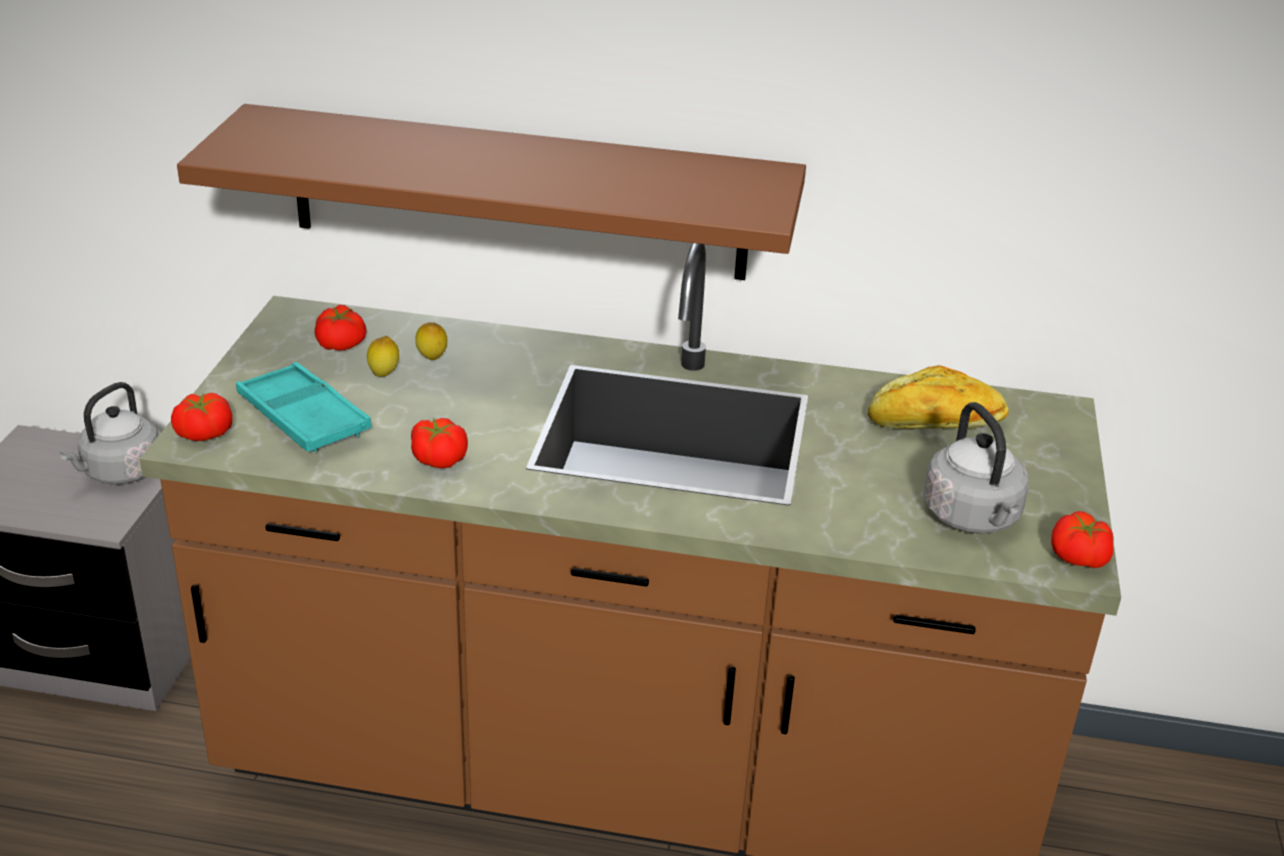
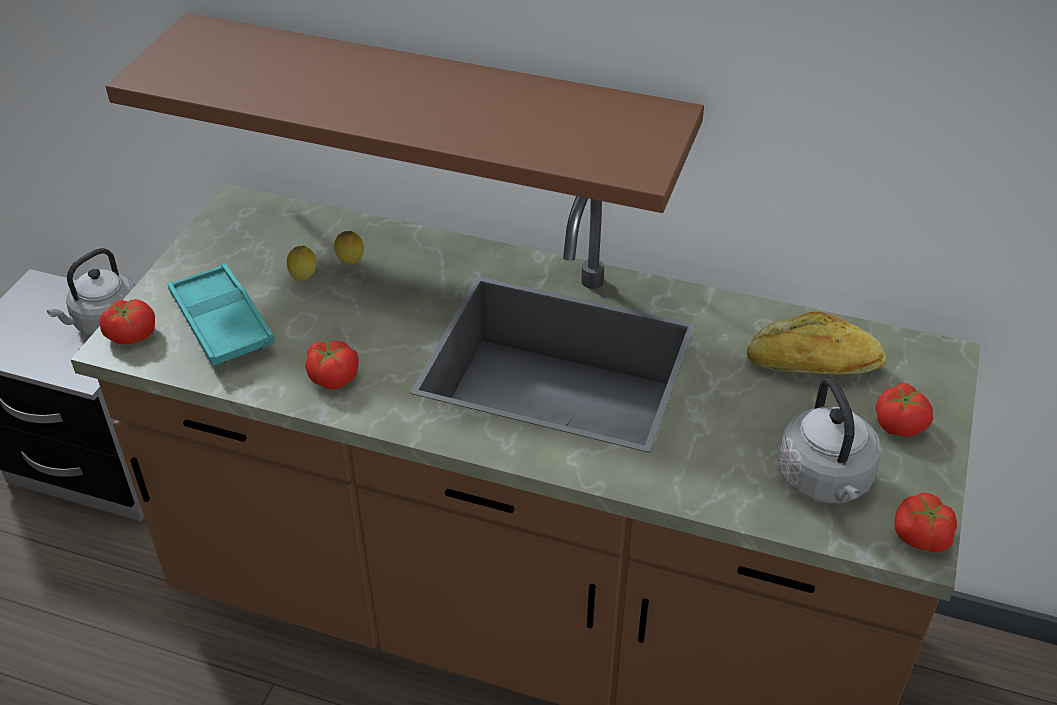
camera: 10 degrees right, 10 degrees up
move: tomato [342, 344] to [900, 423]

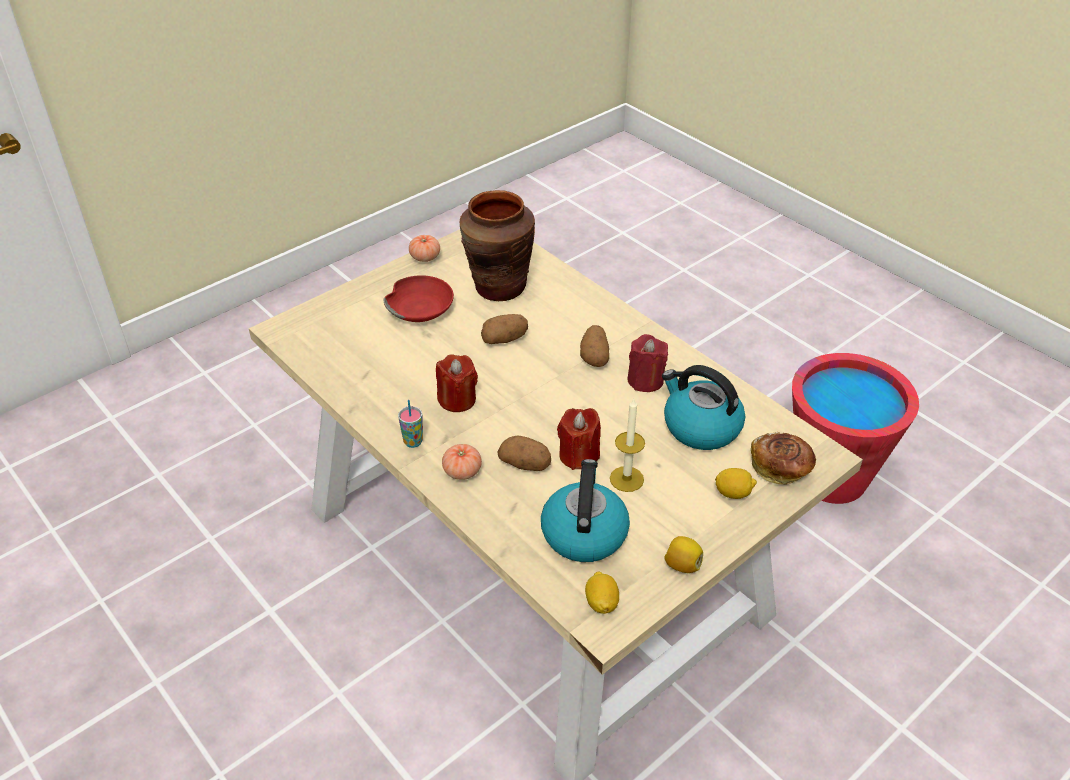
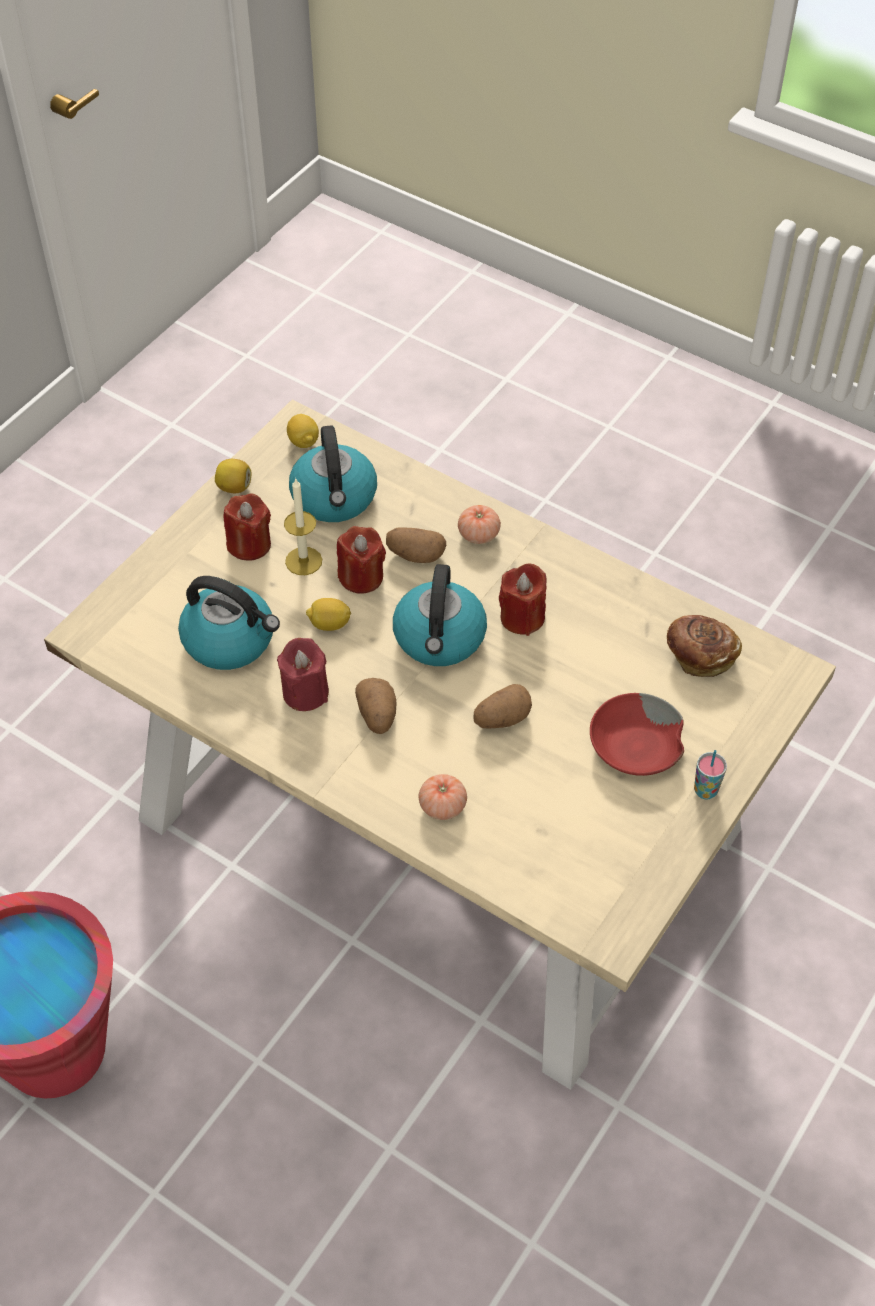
camera: 165 degrees right, 10 degrees up
delete: decorative vase/brownish [499, 287]
insert: candle/red-coloured [249, 544]; kettle [440, 638]
move: drinking cup [413, 442] to [705, 791]; tomato [425, 257] to [442, 806]; citrus fruit [733, 493] to [329, 624]; bread [780, 469] to [699, 655]

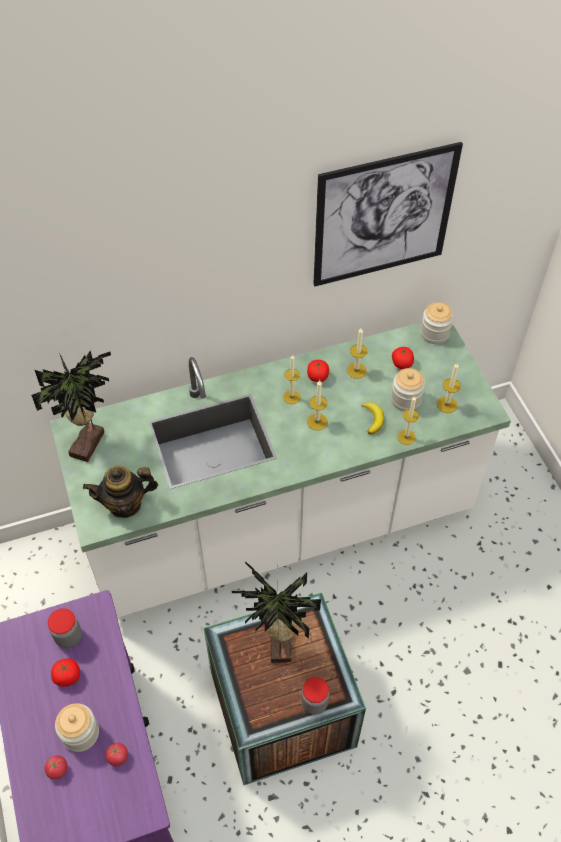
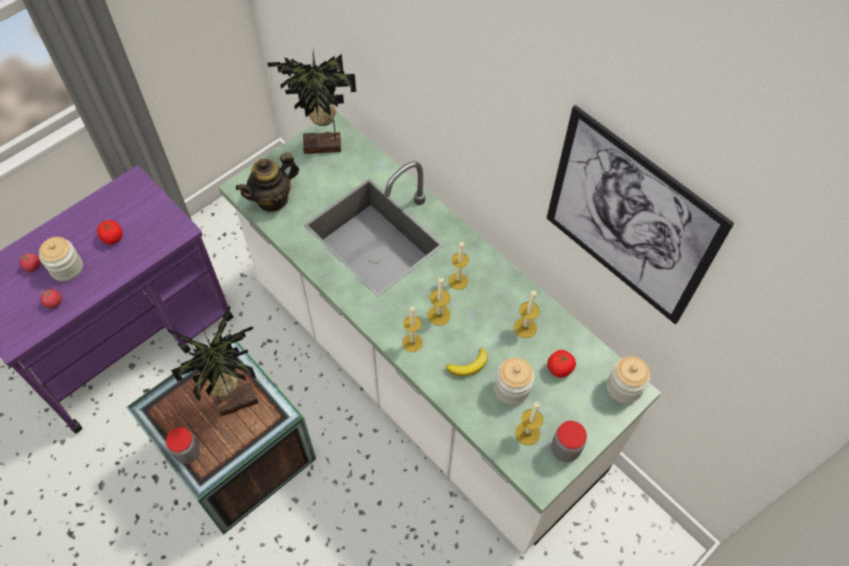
camera: 65 degrees right, 5 degrees up
delete: tomato [317, 377]
move: jar [69, 637] to [565, 449]; candle [406, 437] to [412, 343]
rotate: teapot [125, 504] = [273, 199] 90 degrees counterclockwise

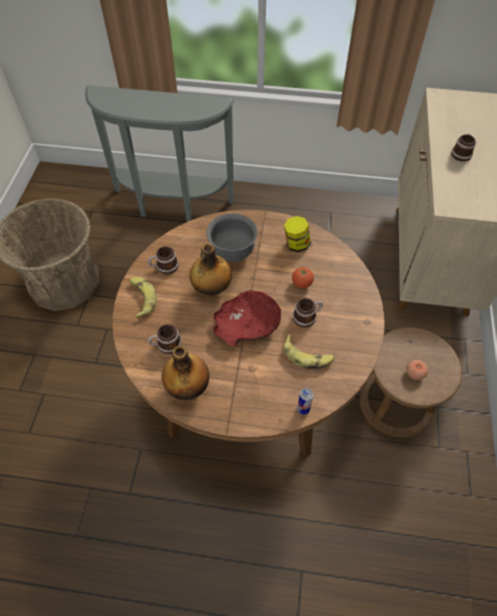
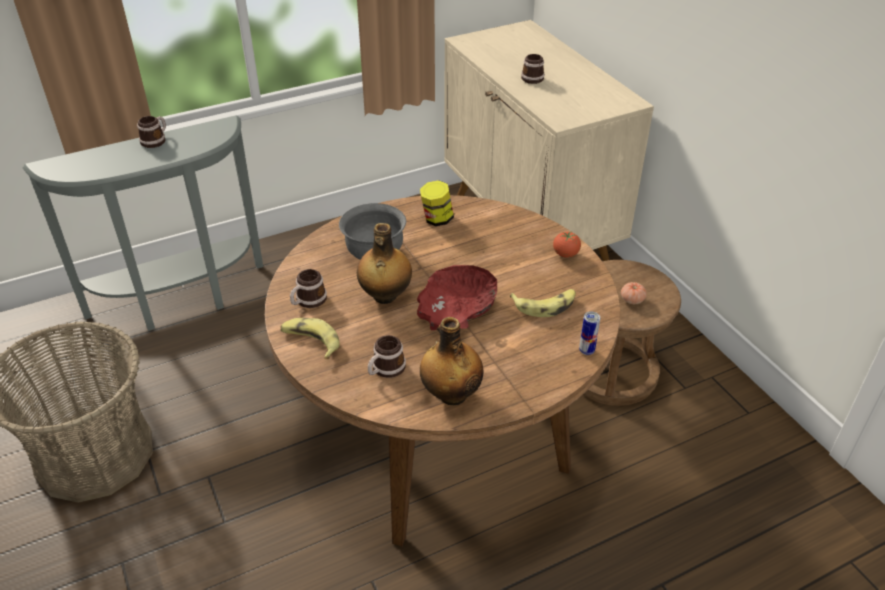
camera: 35 degrees left, 15 degrees down
move: tomato [302, 283] to [565, 254]; tea mug [307, 316] to [156, 140]

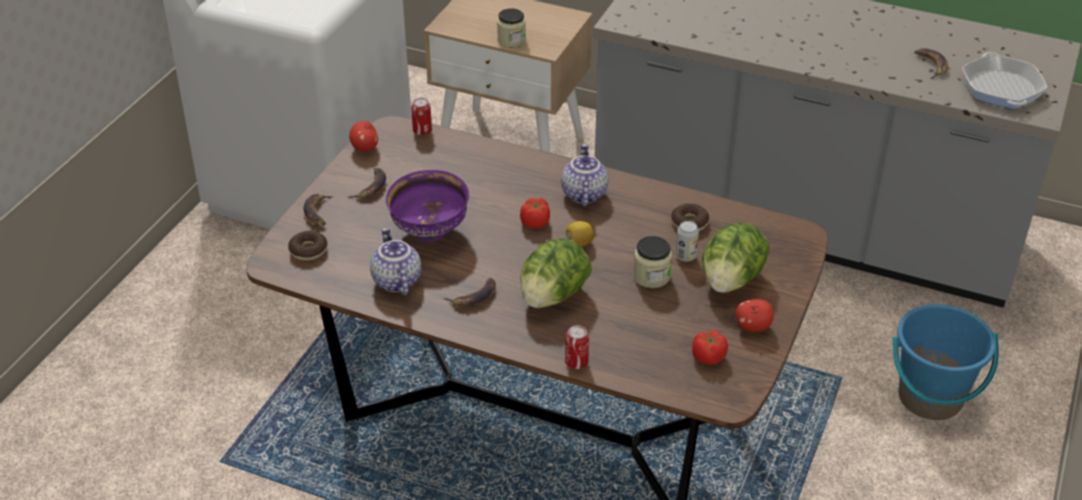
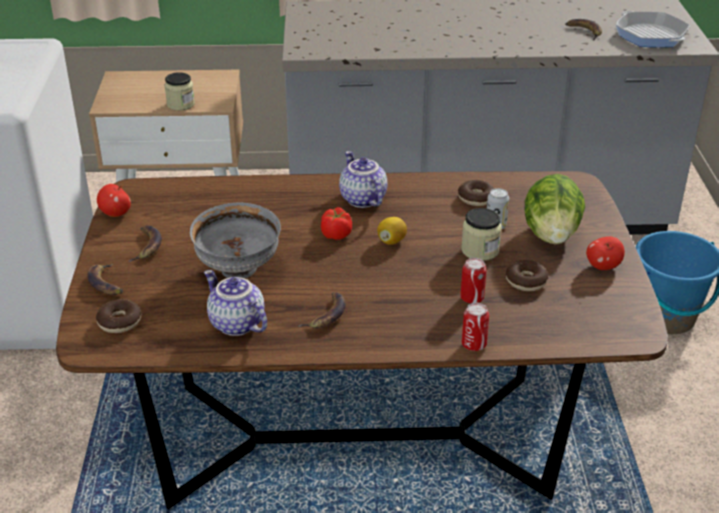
camera: 25 degrees left, 5 degrees down
delete: head of lettuce [553, 296]; tomato [708, 357]
insert: ring doughnut [526, 281]
move: sealed can [422, 131] to [472, 298]
recolor: bowl/purple [431, 232] to bowl/grey [239, 270]

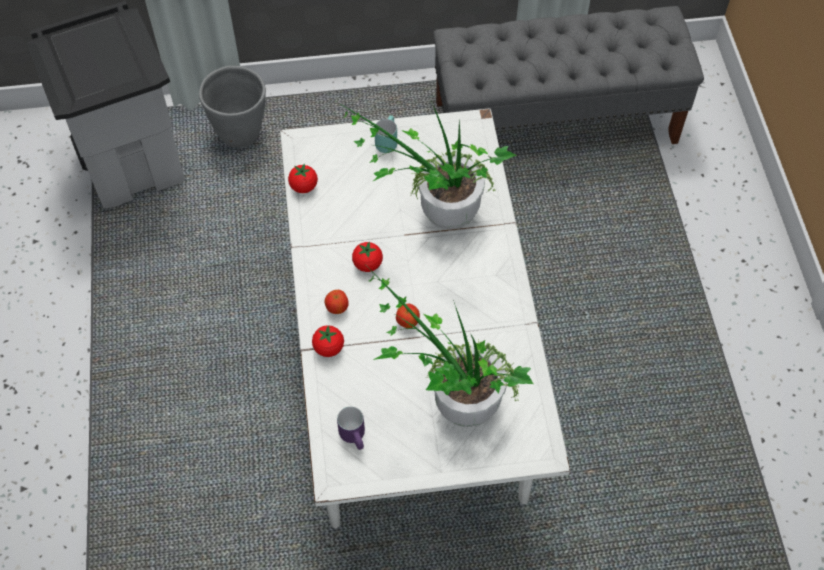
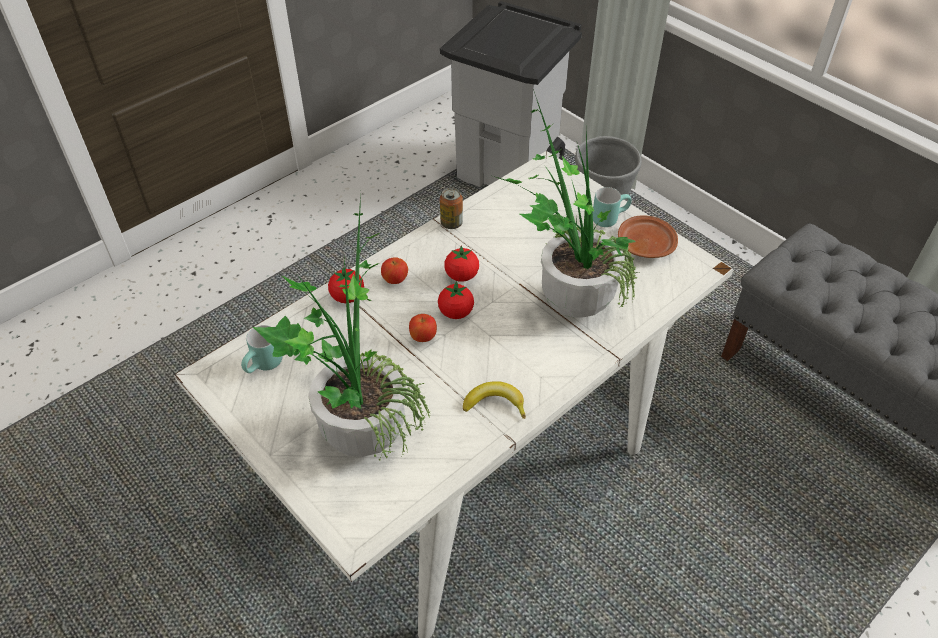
camera: 55 degrees right, 10 degrees down
insert: sealed can [451, 223]; banana fruit [495, 404]; dinner plate/brownish [645, 245]
move: tomato [304, 187] to [456, 312]
recolor: tea mug/purple [356, 437] to tea mug/turquoise [265, 366]

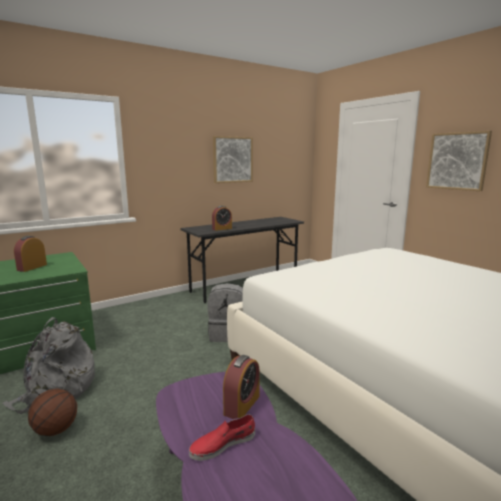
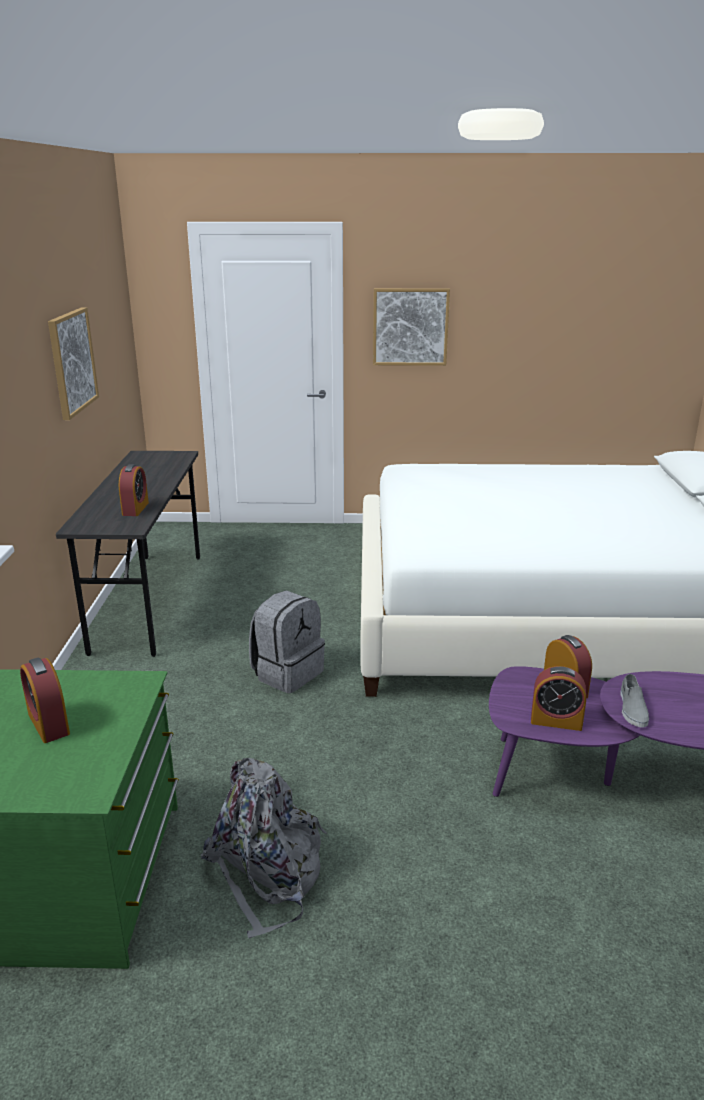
camera: 55 degrees left, 10 degrees up
delete: basketball [55, 430]
insert: bedside clock [556, 721]
recolor: item of footwear/red-coloured [222, 444] to item of footwear/grey [632, 708]

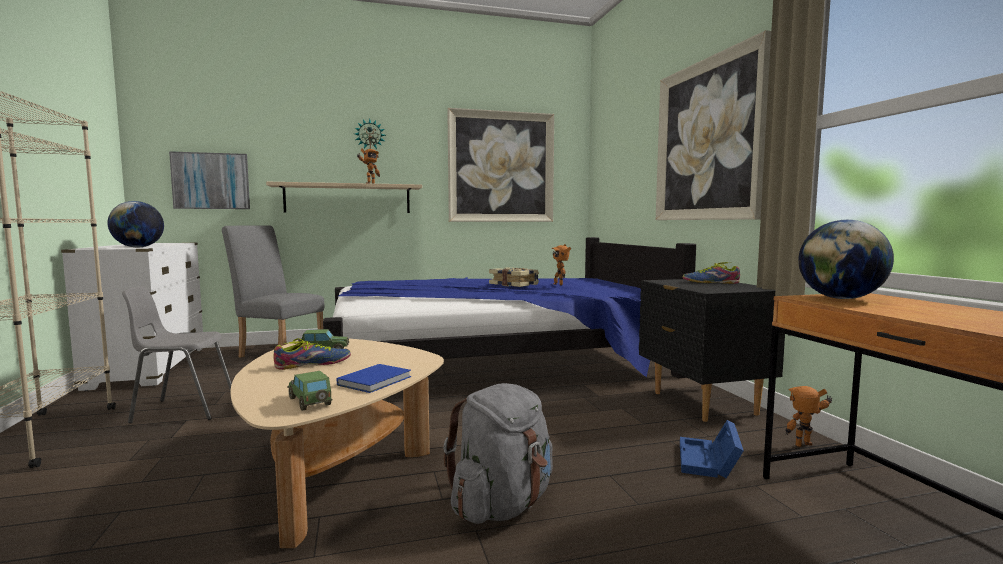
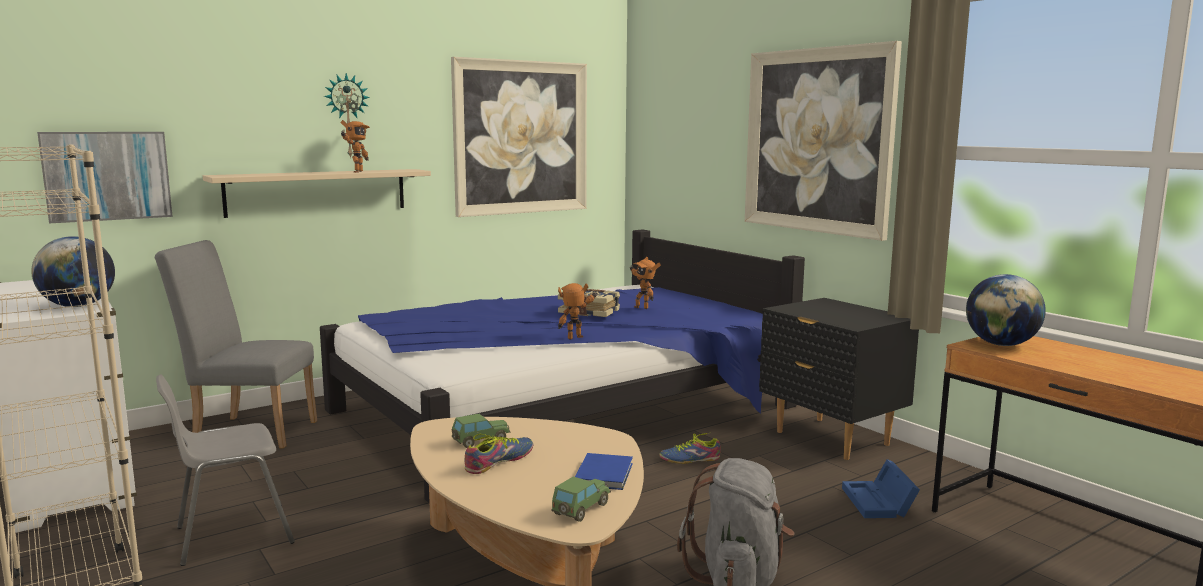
camera: 20 degrees left, 5 degrees up
move: item of footwear [711, 282] to [690, 459]; model robot [806, 446] to [577, 338]
rotate: miniature car [309, 402] = [581, 509] 90 degrees clockwise

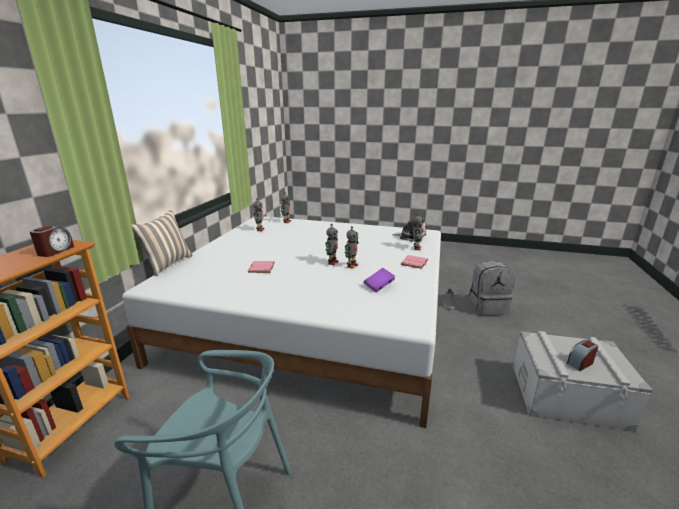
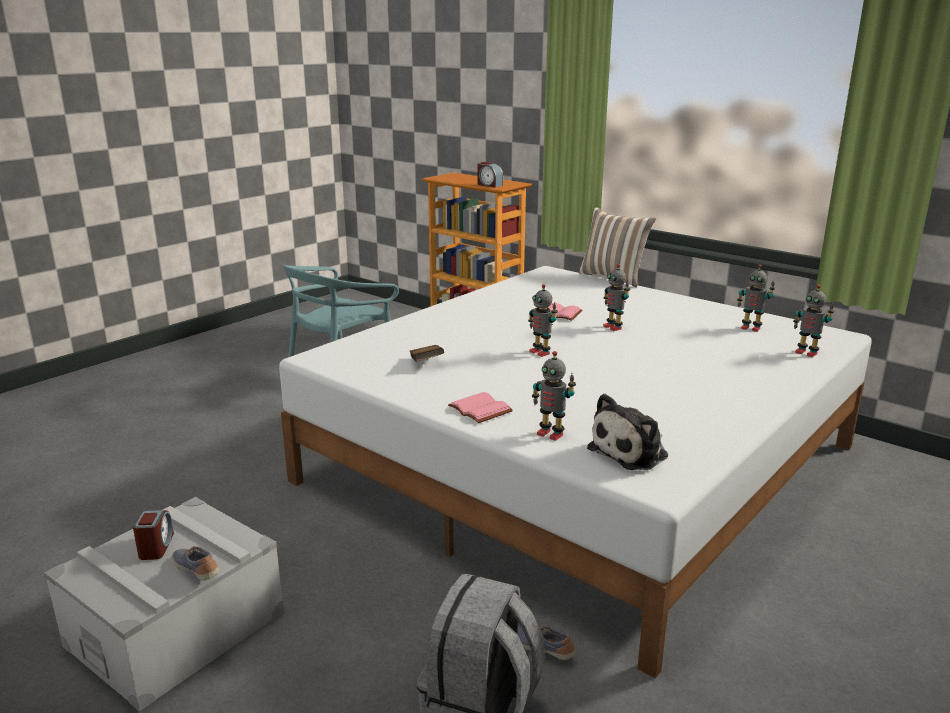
camera: 115 degrees right, 0 degrees up
insert: item of footwear [197, 570]
move: model robot [351, 266] to [613, 327]
recolor: bound book/purple [379, 286] to bound book/brownish [426, 363]

